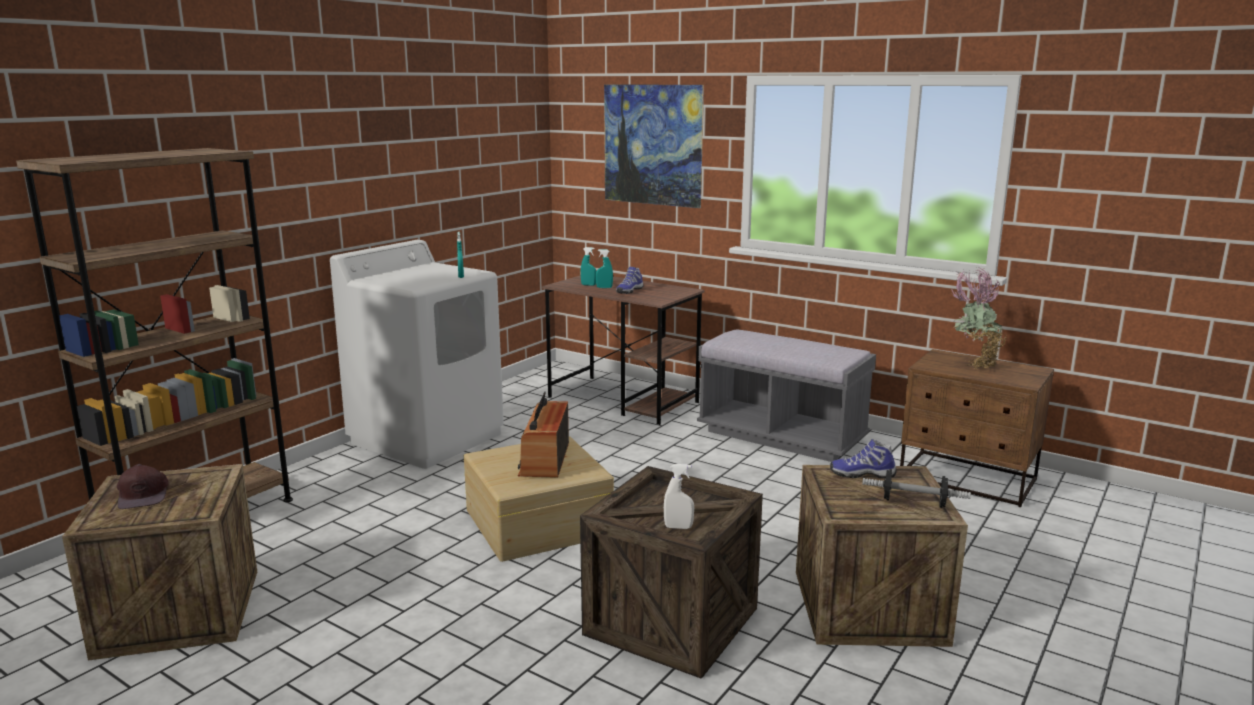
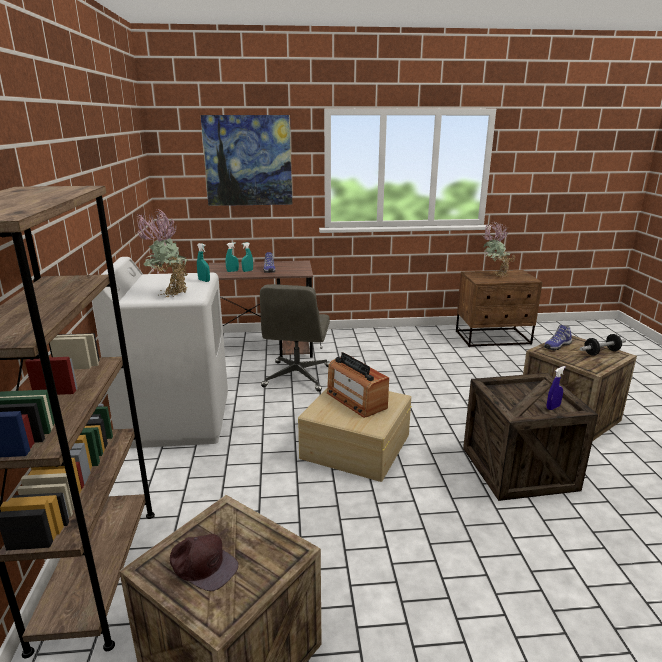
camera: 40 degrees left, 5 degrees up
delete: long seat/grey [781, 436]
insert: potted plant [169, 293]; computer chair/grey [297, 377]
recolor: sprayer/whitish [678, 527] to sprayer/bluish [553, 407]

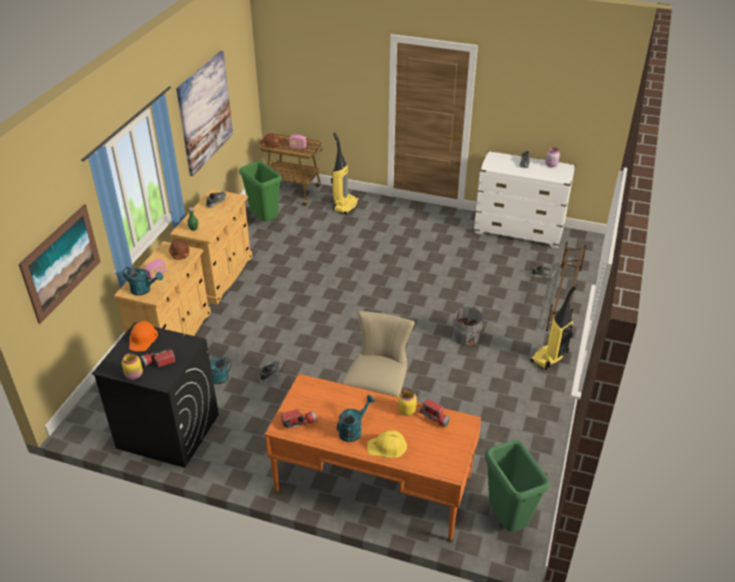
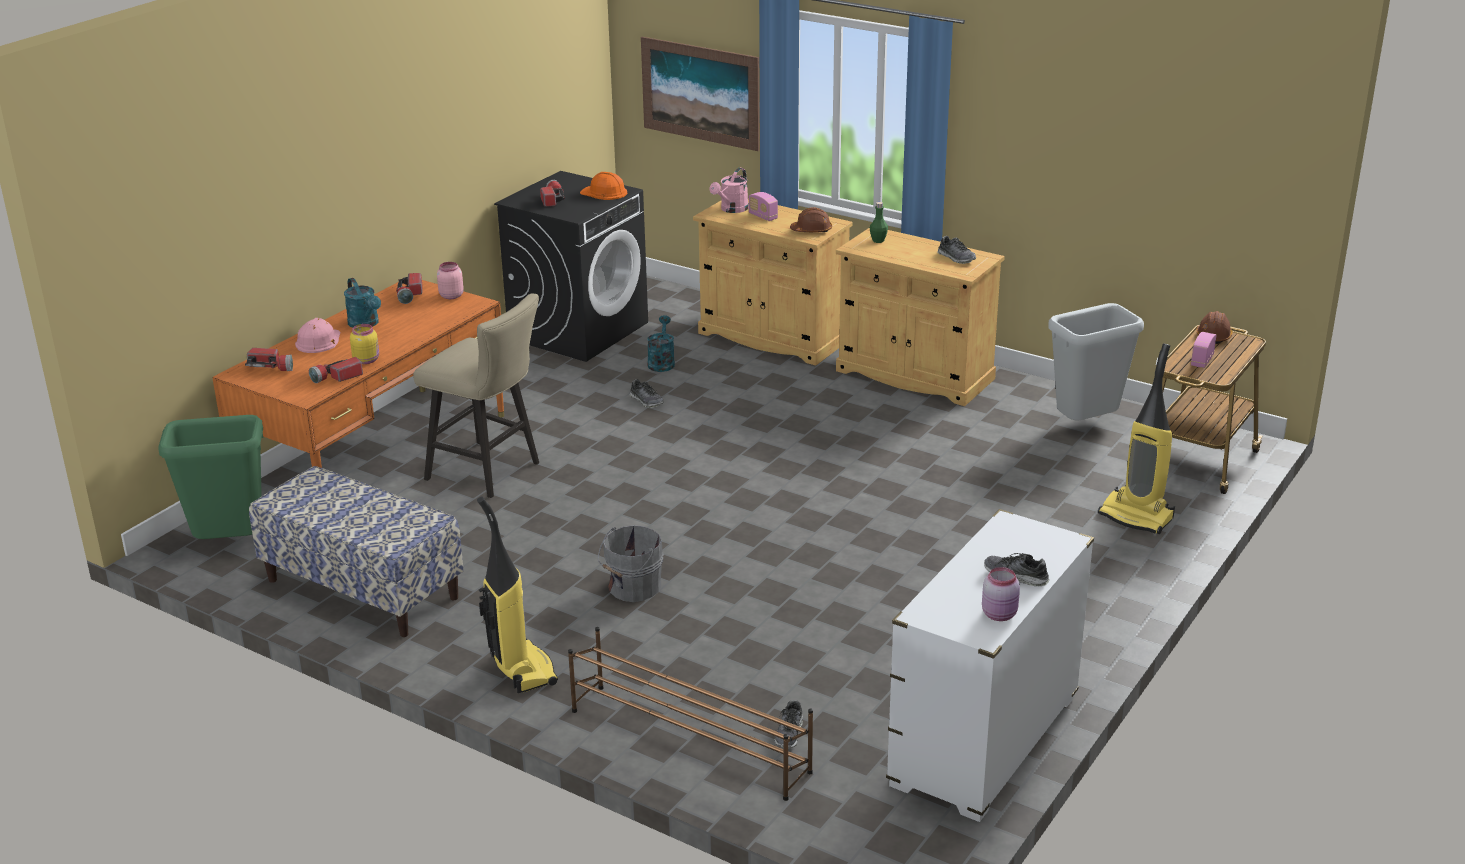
camera: 105 degrees right, 10 degrees down
delete: jar/yellowish [134, 375]; picture [205, 112]
insert: torch [271, 368]; long seat [362, 589]; jar/pink [451, 296]
recolor: watering can/turquoise [144, 290] to watering can/pink [731, 210]; rubbish bin/green-coloured [265, 221] to rubbish bin/grey [1086, 425]; safety helmet/yellowish [387, 446] to safety helmet/pink [318, 341]

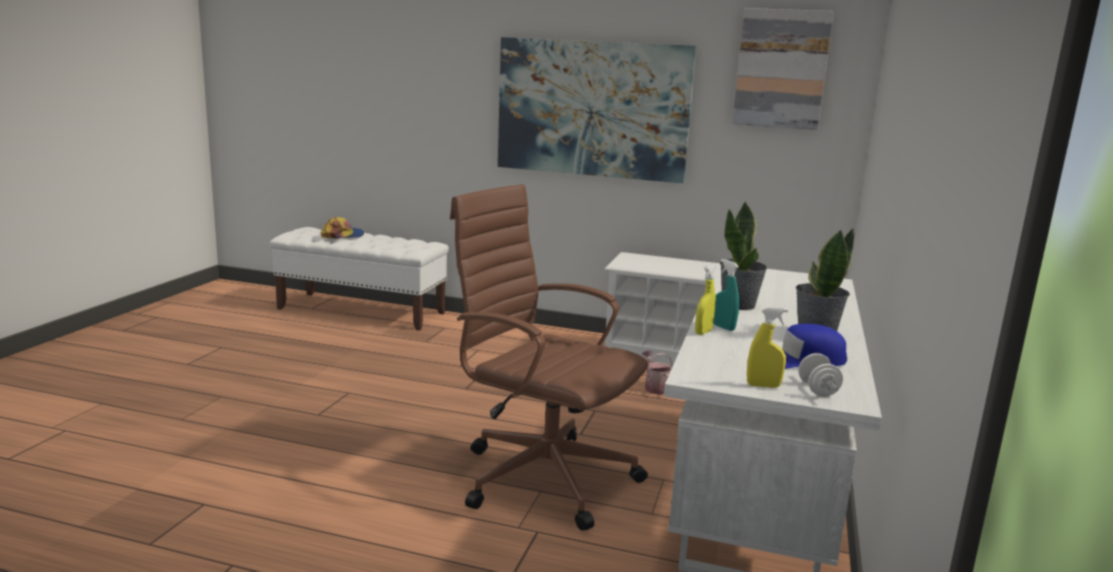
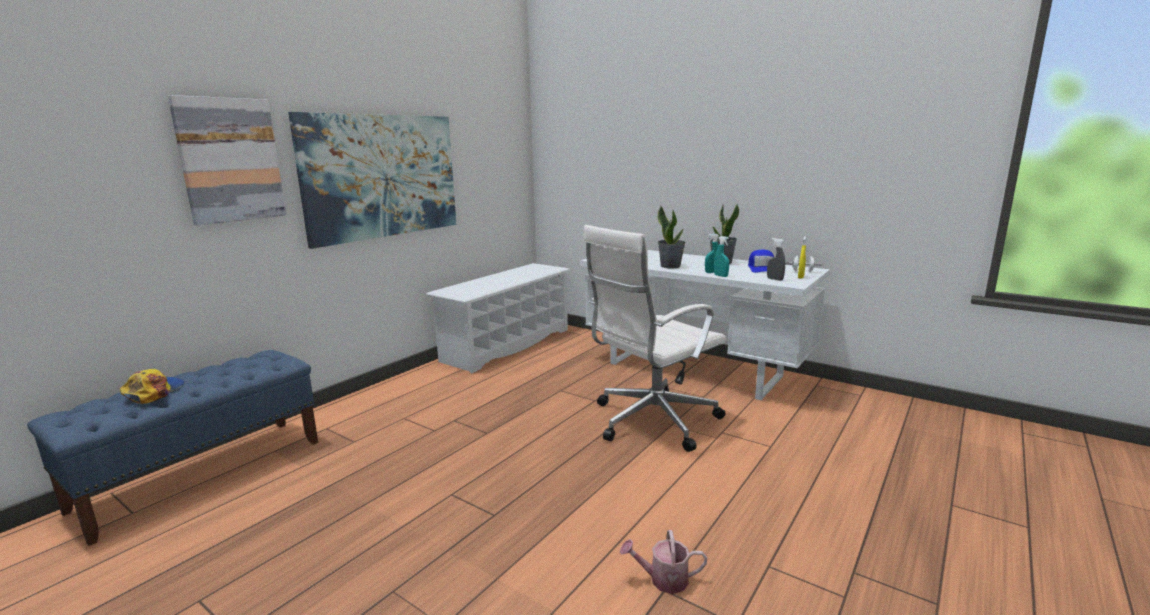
camera: 70 degrees left, 0 degrees up
insert: sprayer/grey [775, 279]
move: watering can [655, 387] to [663, 579]; picture [781, 69] to [230, 160]
recolor: long seat/whitish [362, 311] to long seat/bluish [203, 474]; computer chair/brownish [543, 476] to computer chair/whitish [651, 421]; sprayer/yellowish [703, 332] to sprayer/turquoise [721, 276]

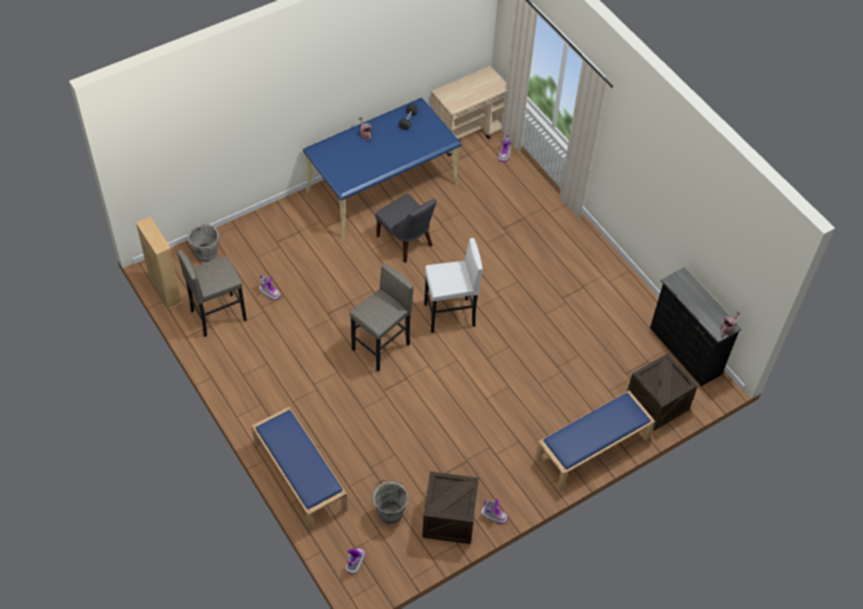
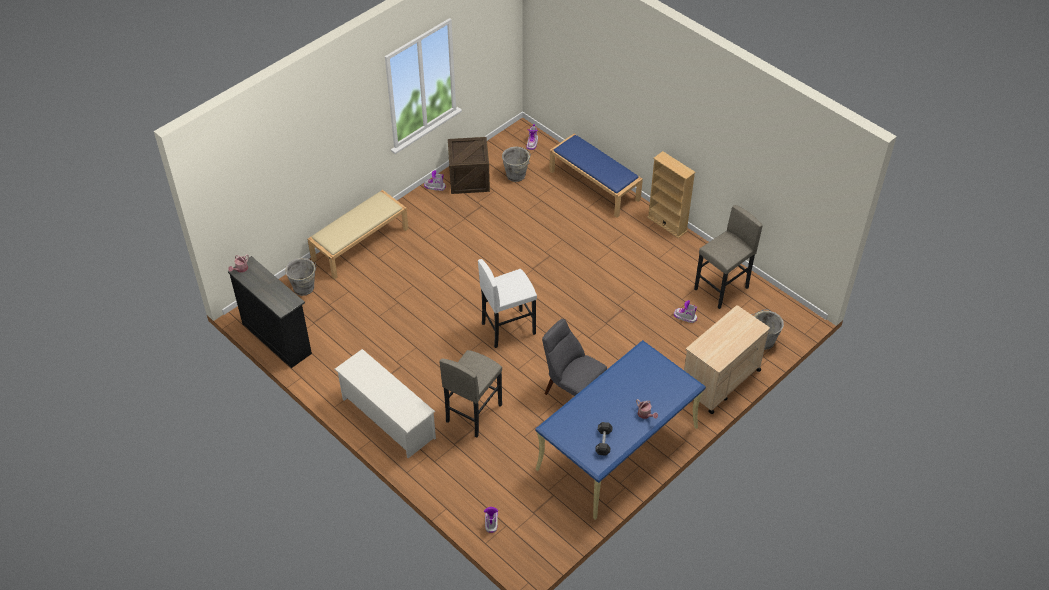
camera: 170 degrees right, 5 degrees down
insert: shoe shelf/whitish [387, 418]
move: shelving unit/sand-coloured [165, 291] to [667, 224]; sitting stool/grey [381, 347] to [473, 413]; trolley/sand-coloured [468, 132] to [720, 381]
replace: shipping crate [657, 403] to water bucket/grey [304, 288]
recolor: long seat/bluish [592, 449] to long seat/sand-coloured [360, 243]

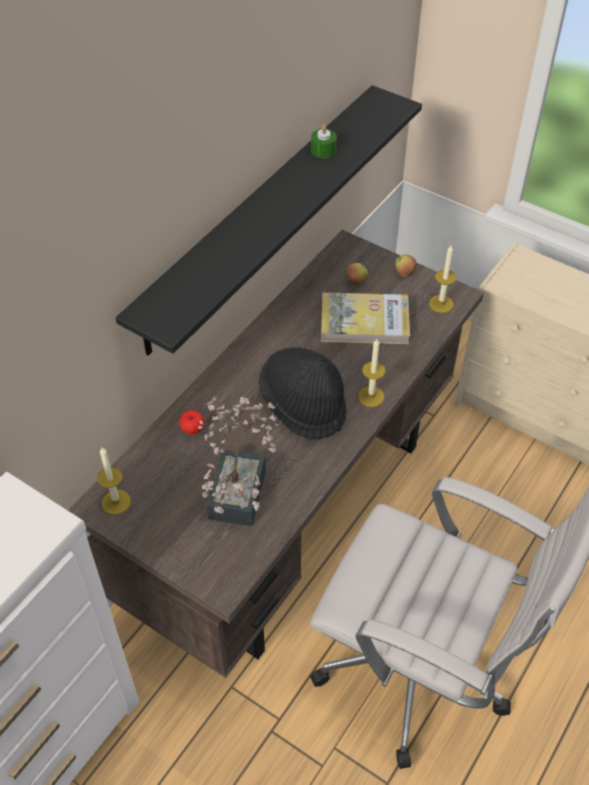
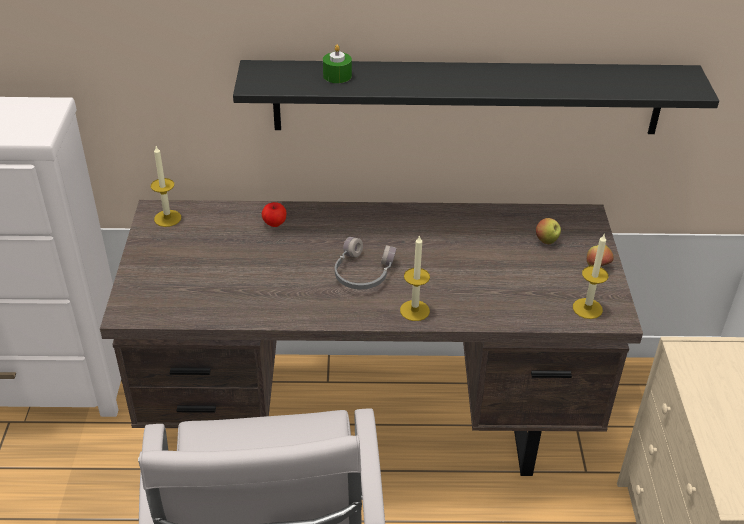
camera: 55 degrees right, 10 degrees down
delete: potted plant [240, 486]; bound book [364, 322]
move: candle/green-coloured [323, 150] to [337, 76]
replace: hat/black [304, 405] to headphones/grey [362, 273]

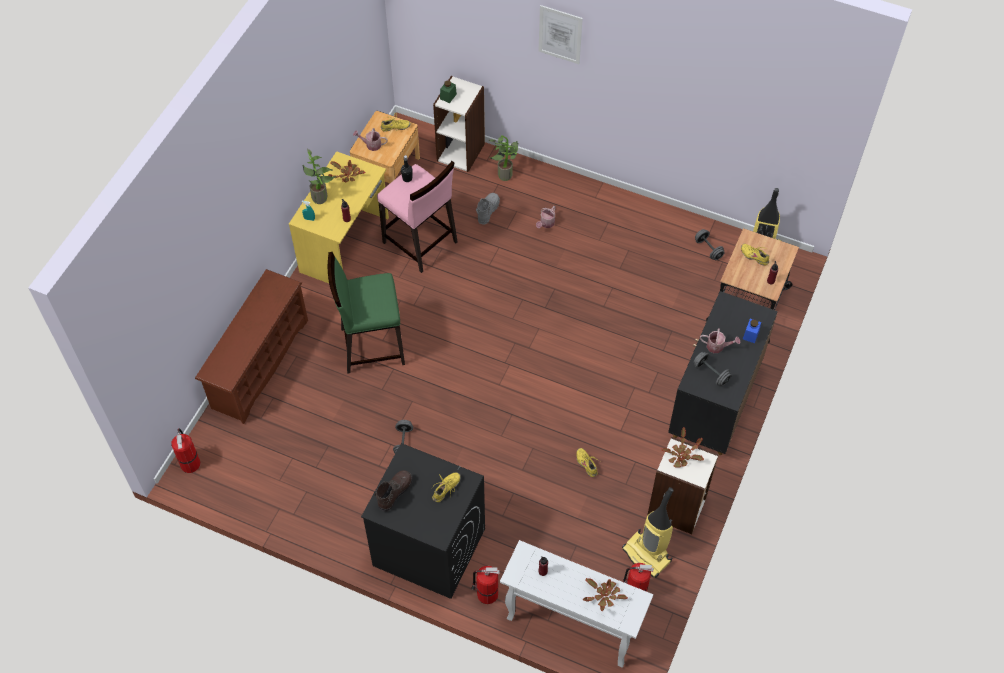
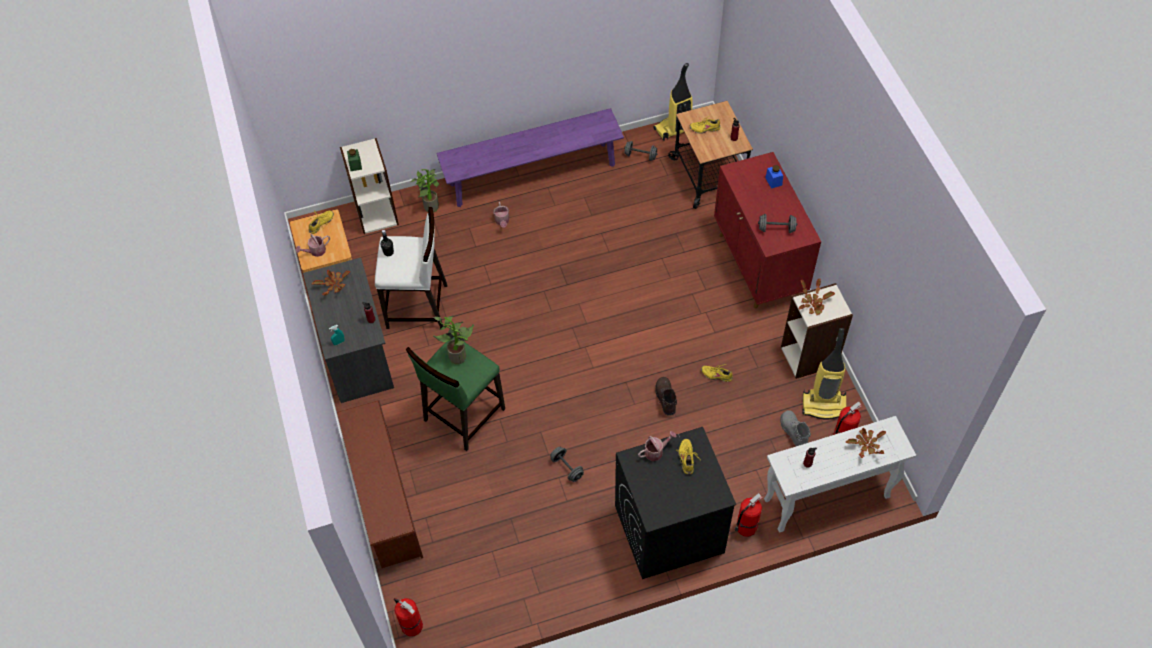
camera: 40 degrees left, 0 degrees up
delete: picture [560, 34]
insert: long seat/purple [532, 174]
move: potted plant [322, 197] to [459, 355]; boot/brownish [394, 492] to [665, 398]; boot/grey [487, 211] to [793, 432]; watering can [717, 346] to [656, 451]
recolor: desk/yellowish [346, 244] to desk/grey [357, 352]; sitting stool/pink [420, 243] to sitting stool/whitish [418, 307]; cupboard/black [713, 406] to cupboard/red-coloured [759, 265]

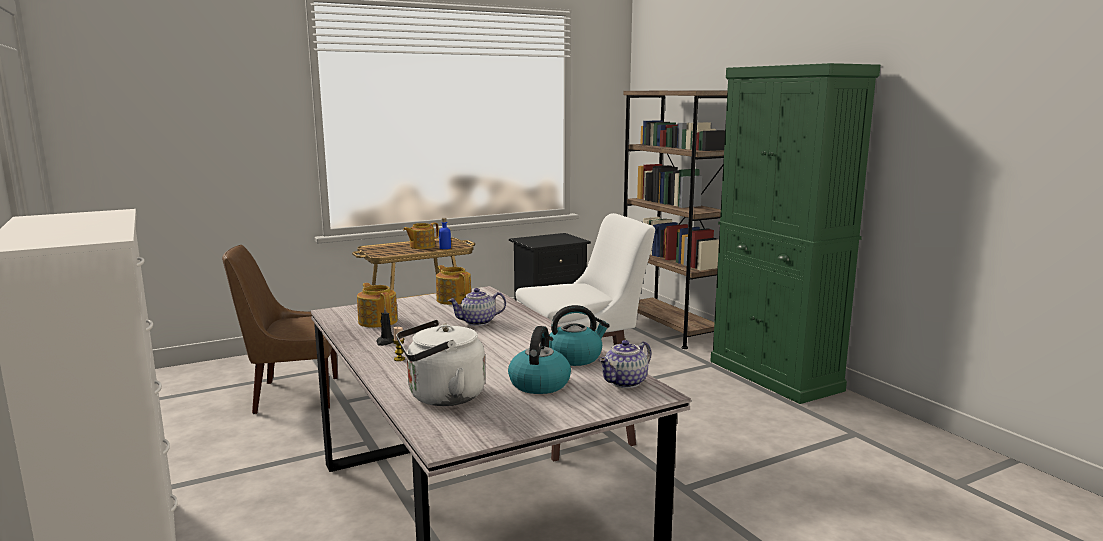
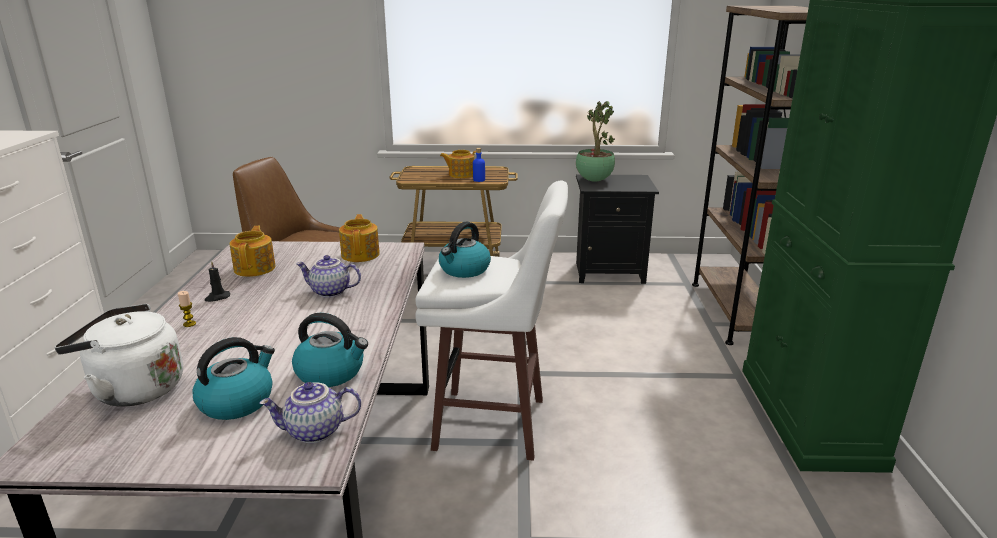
camera: 30 degrees right, 10 degrees up
insert: kettle [464, 270]; potted plant [593, 180]

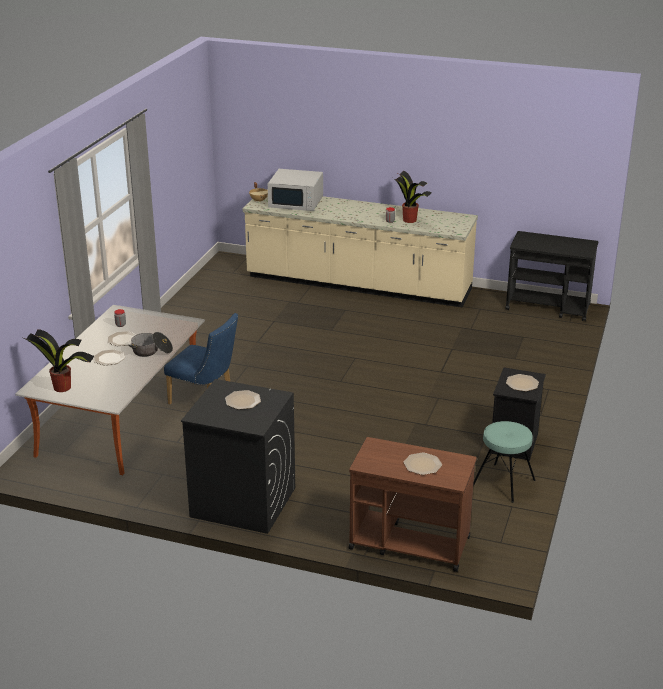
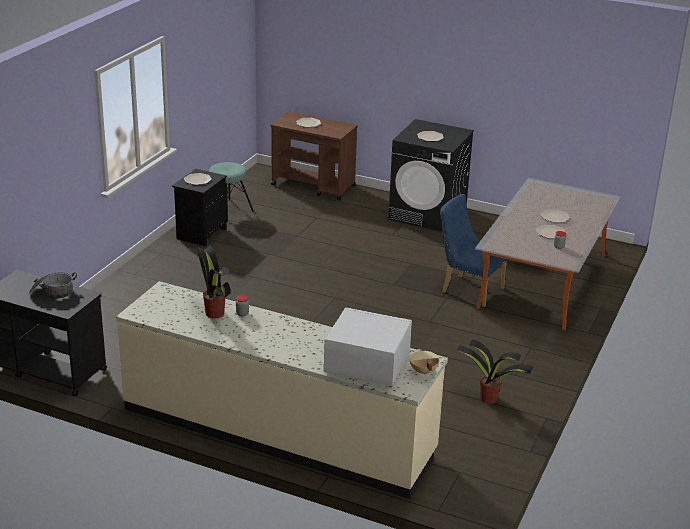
camera: 175 degrees left, 0 degrees up
move: potted plant [63, 388] to [487, 398]; saucepot [151, 351] to [52, 292]

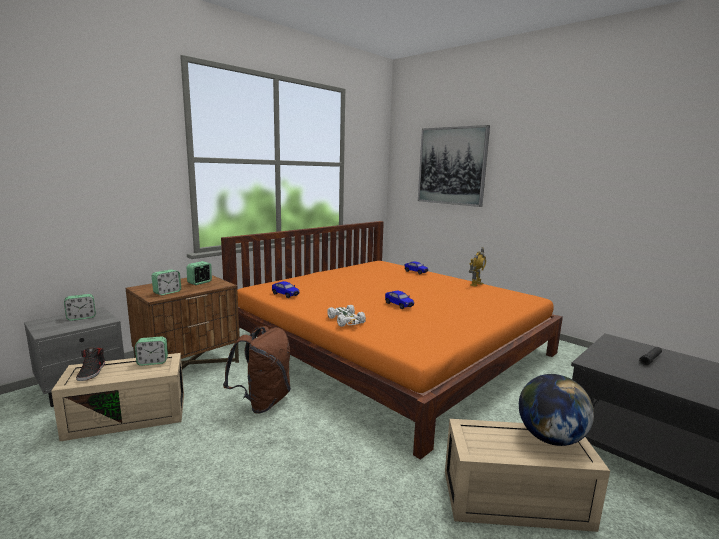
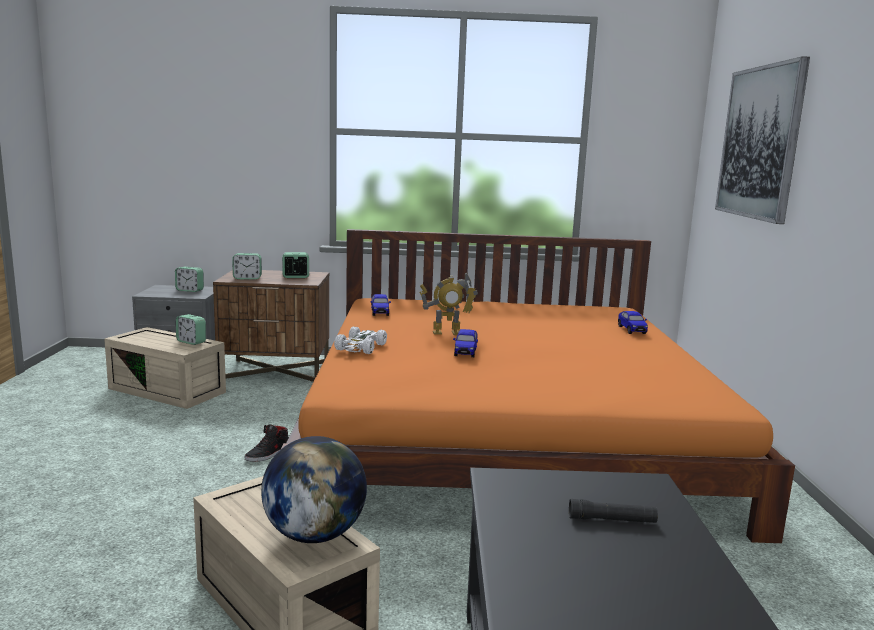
camera: 45 degrees right, 0 degrees up
delete: knapsack/brownish [263, 402]
move: item of footwear/black [92, 372] to [268, 454]; model robot [476, 284] to [447, 333]

